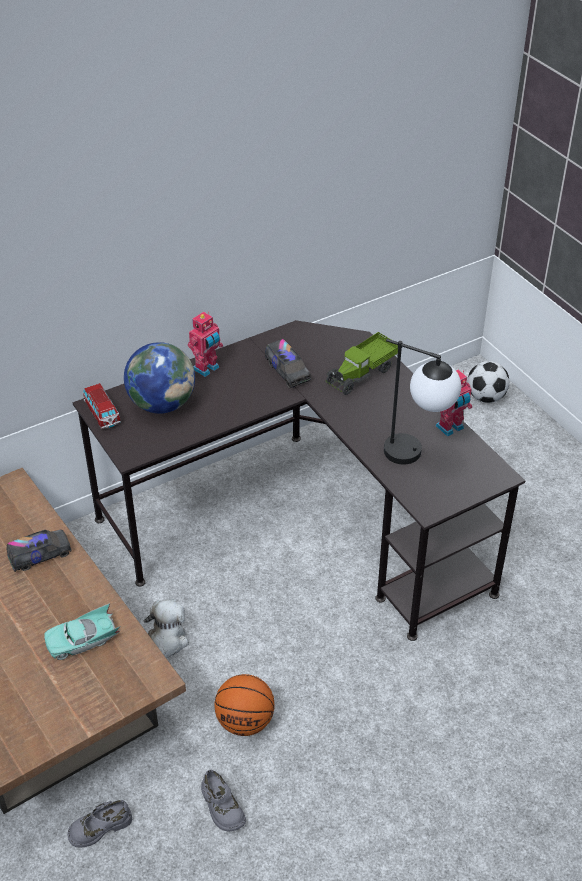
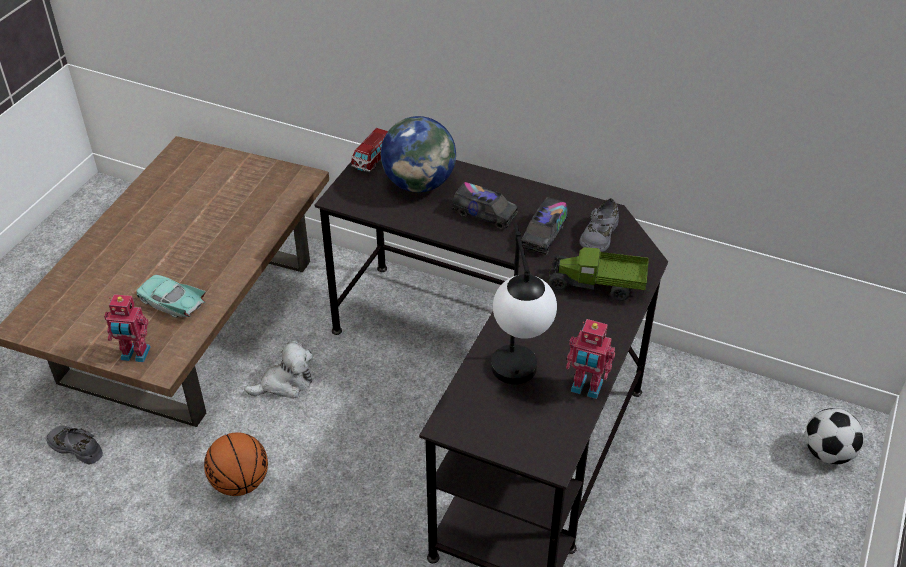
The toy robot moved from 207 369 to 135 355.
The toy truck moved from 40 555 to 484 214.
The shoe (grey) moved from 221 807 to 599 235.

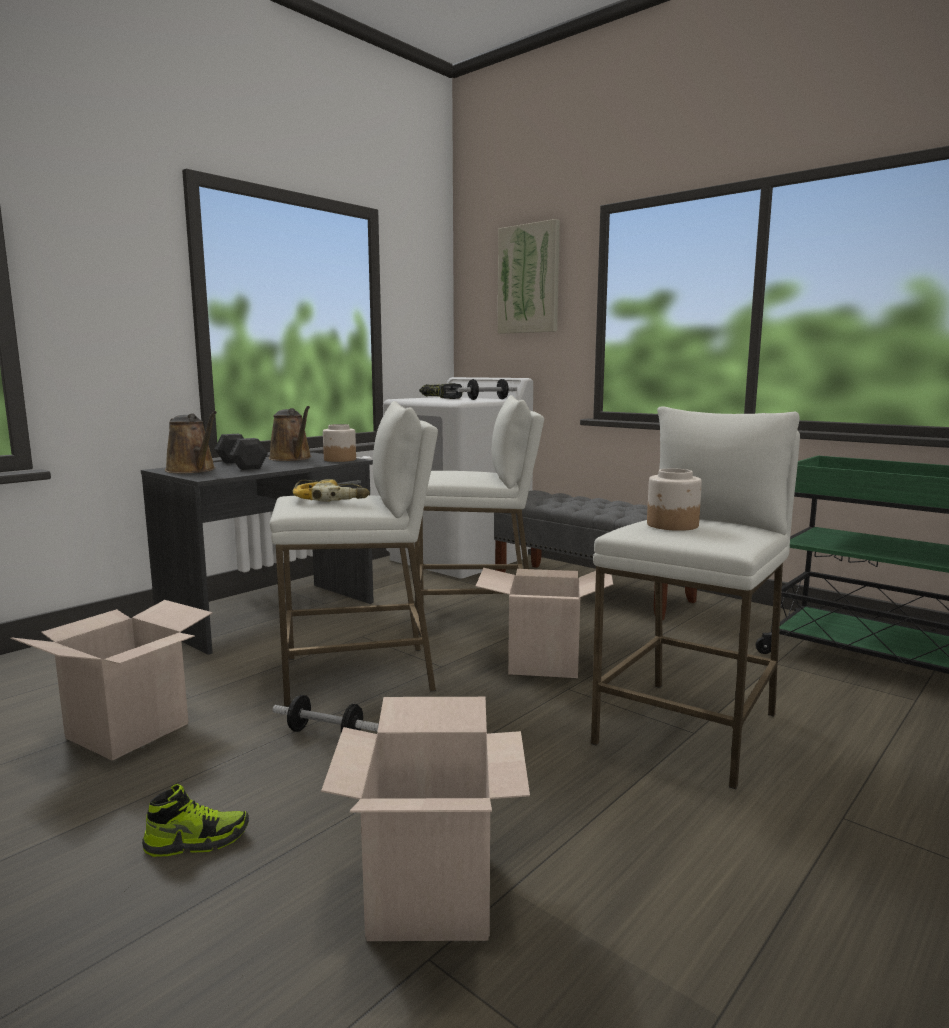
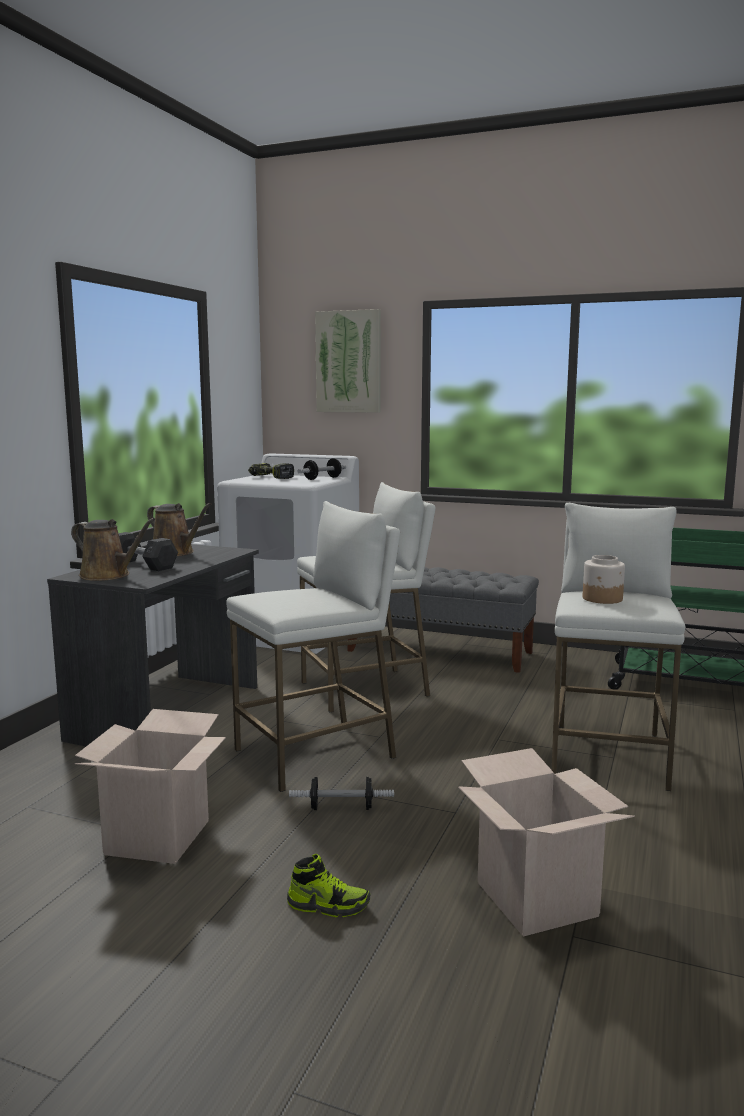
The shoe at 197 841 turned 45 degrees clockwise.
The power drill at 331 499 disappeared.
The jar at 339 459 disappeared.
The cardboard box at 543 663 disappeared.

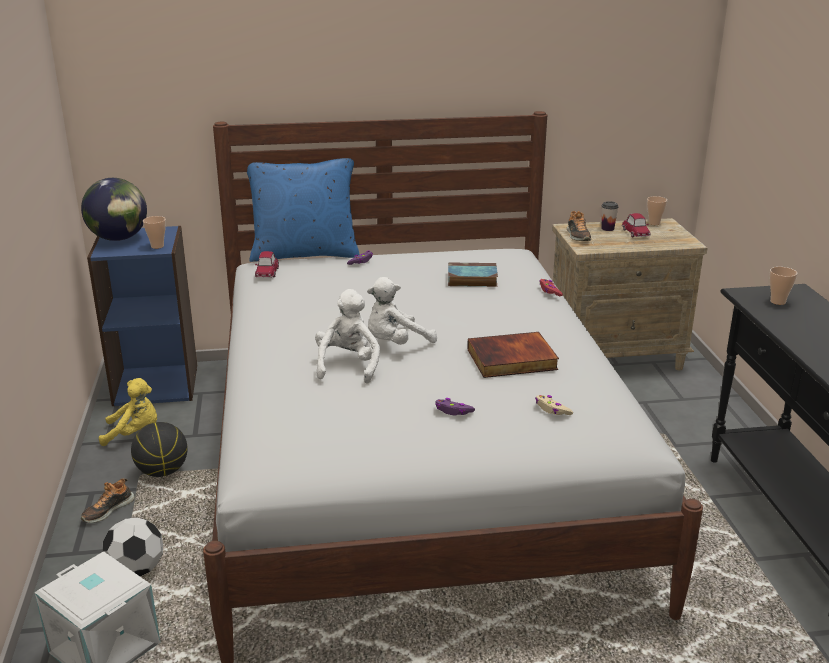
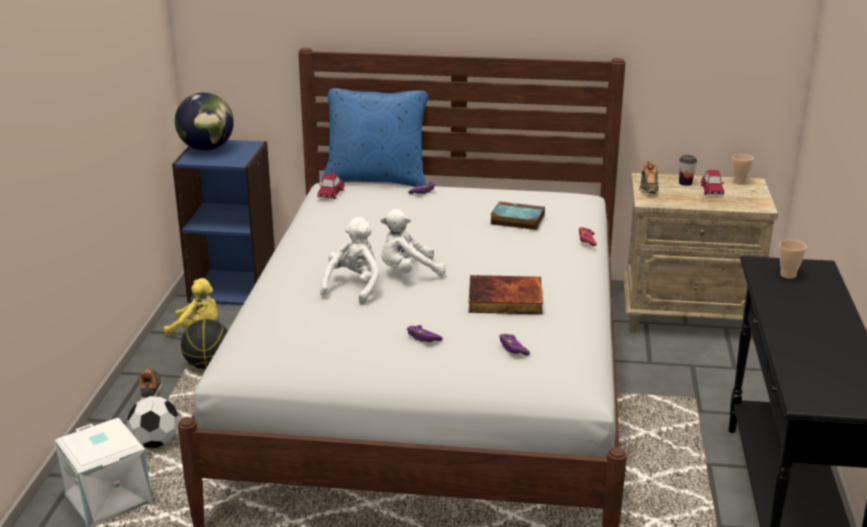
The shoe at 107 510 turned 120 degrees clockwise.
The game controller (beige) at 552 410 became the game controller (purple) at 513 349.
The cup at 157 246 disappeared.

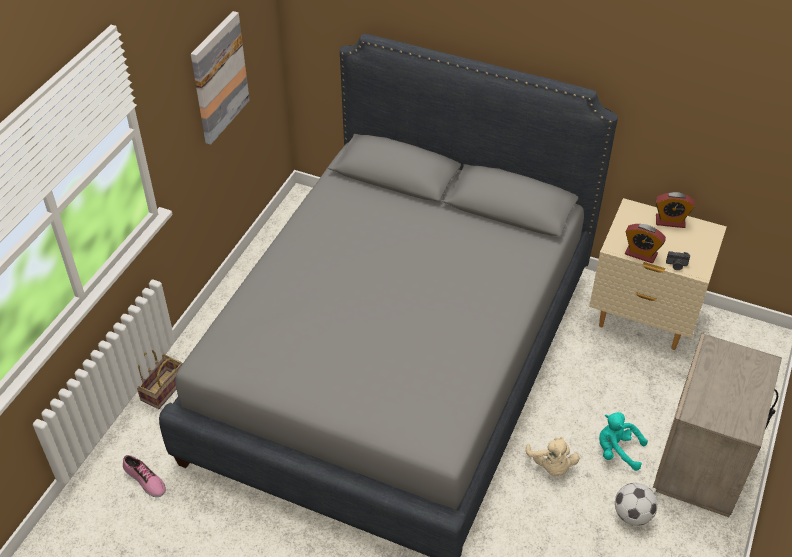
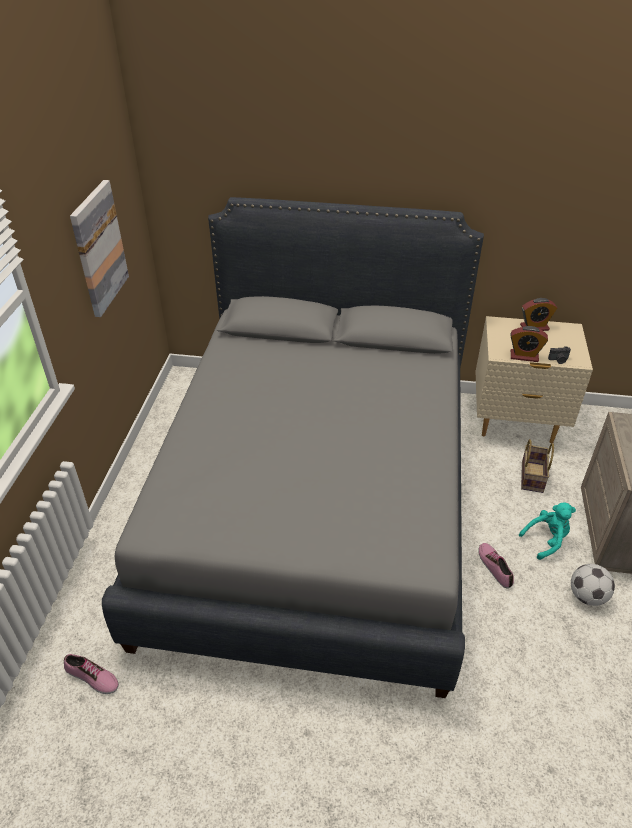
The plush toy (beige) at 551 466 was replaced by the shoe at 495 567.
The plush toy (turquoise) at 617 451 turned 150 degrees clockwise.
The basket moved from 163 388 to 531 476.

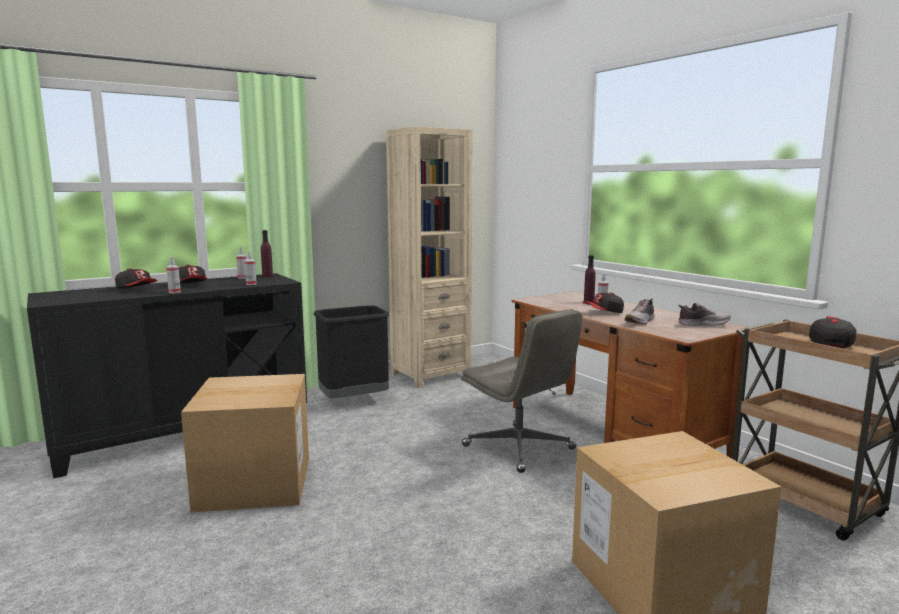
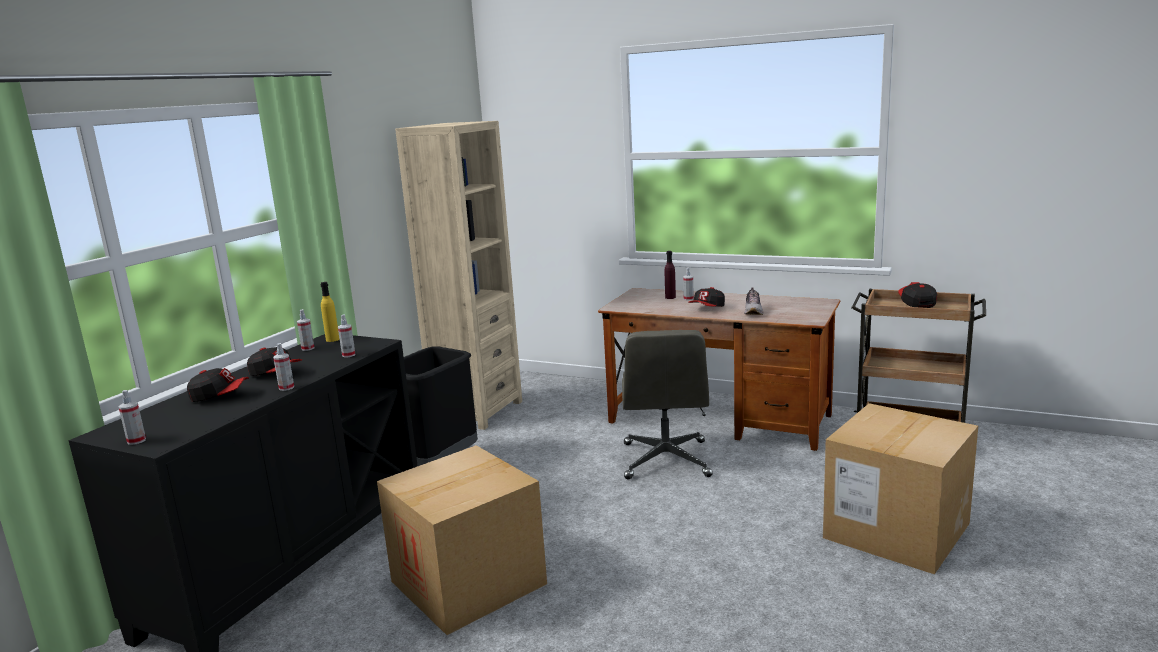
The spray bottle at 136 441 appeared.
The bottle (purple) at 267 276 became the bottle (yellow) at 332 339.
The office chair (grey) at 519 448 turned 75 degrees clockwise.
The shoe at 702 324 disappeared.

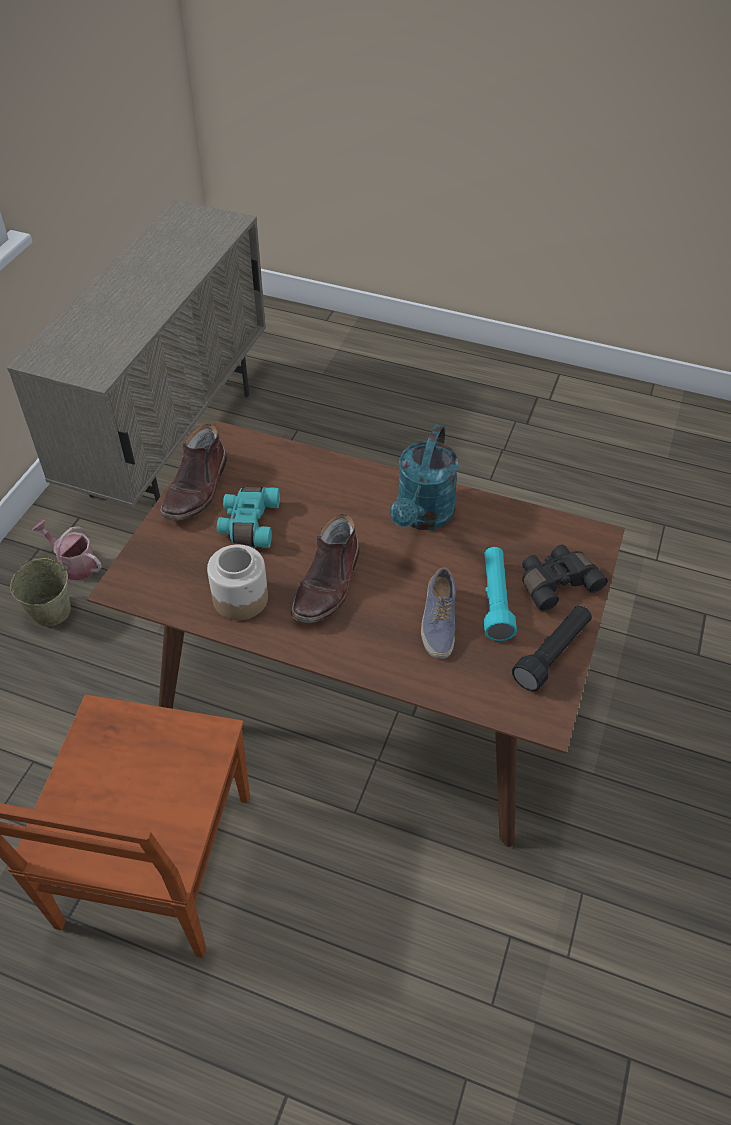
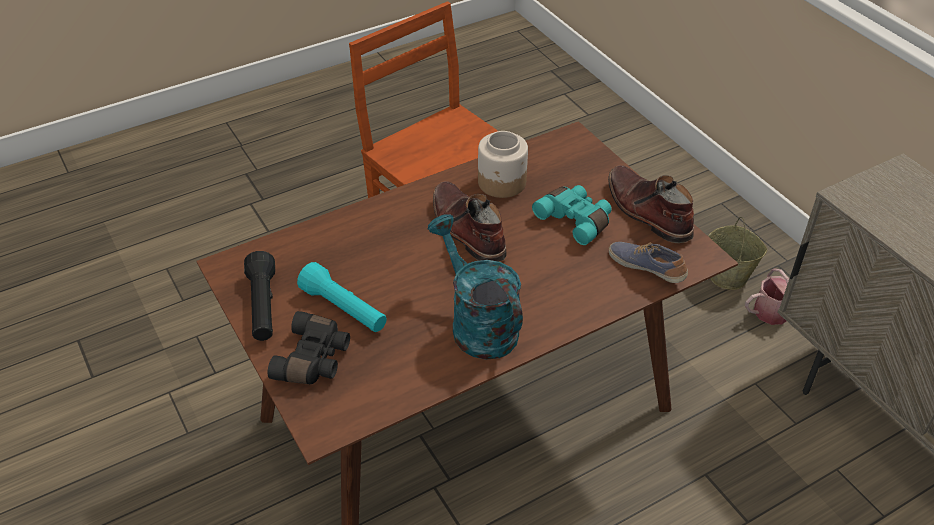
The shoe moved from 438 622 to 647 268.

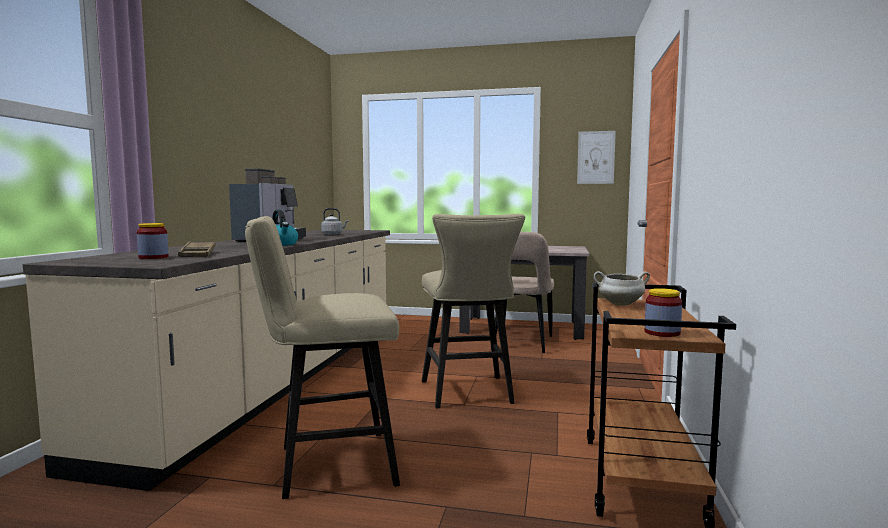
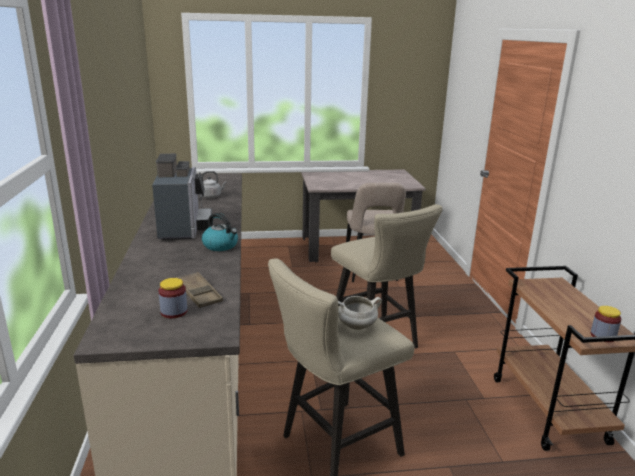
The cooking pot (white) moved from 620 304 to 356 326.
The picture at 596 157 disappeared.

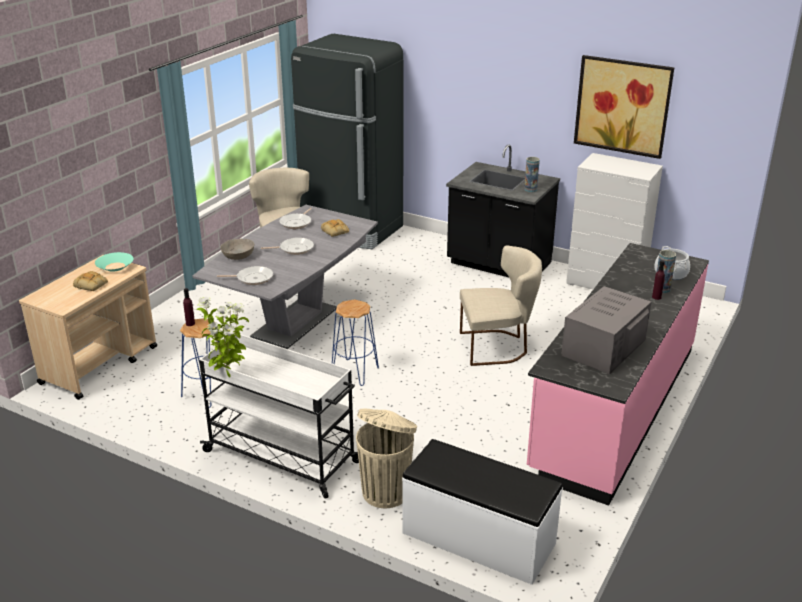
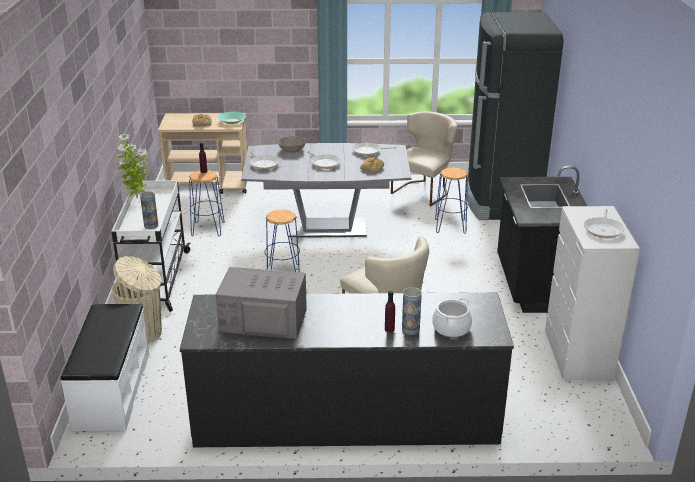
The vase moved from 530 189 to 151 225.
The counter (pink) at 614 407 became the counter (black) at 346 415.
The stool (blue) at 450 226 appeared.
The frying pan at 603 229 appeared.
The picture at 622 106 disappeared.

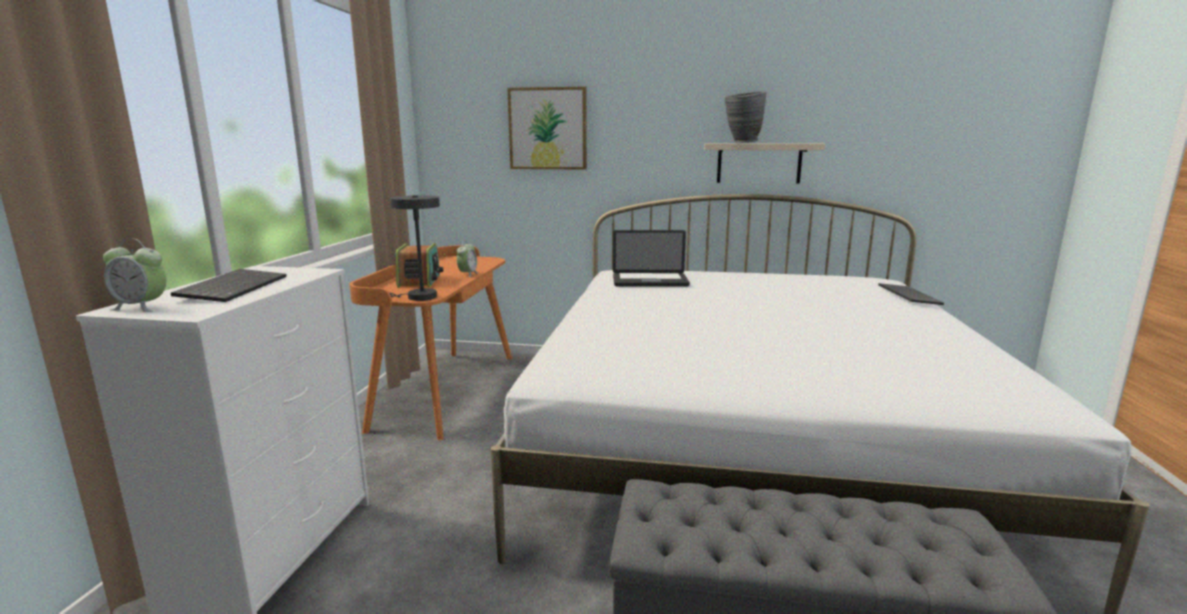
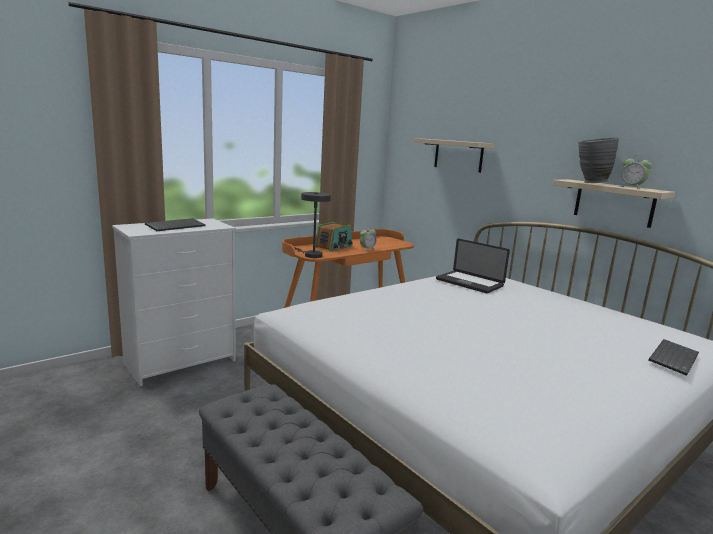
The picture at 548 129 was replaced by the shelf (beige) at 458 155.
The alarm clock moved from 141 307 to 632 187.

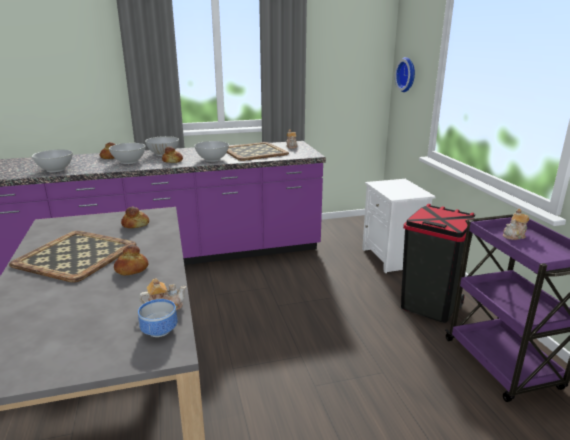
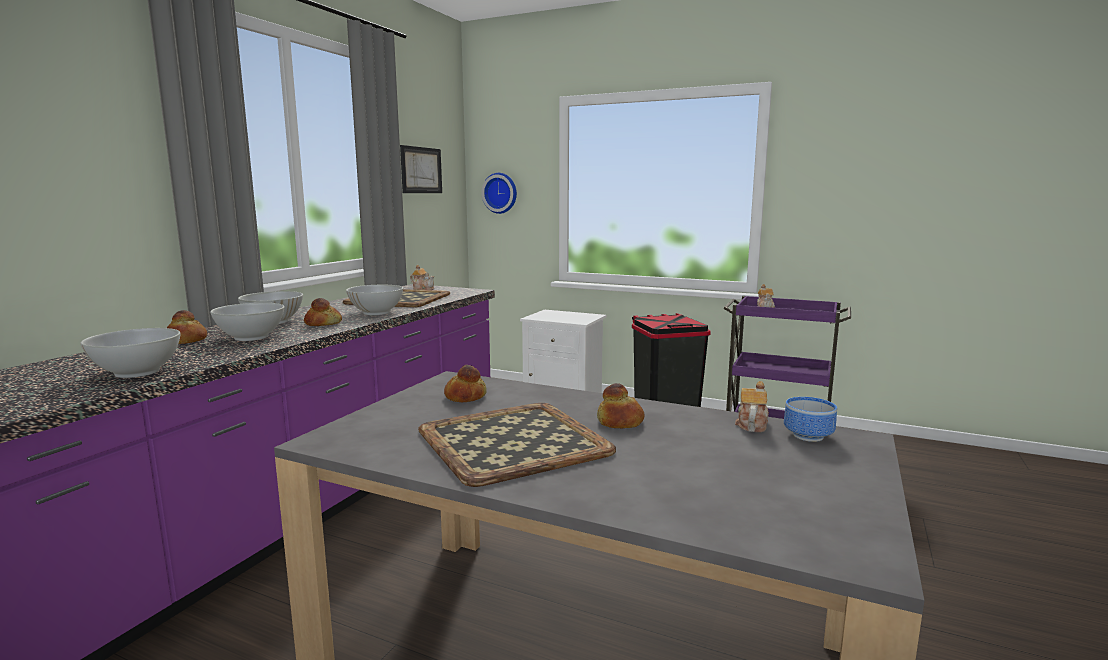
The picture at 421 170 appeared.

